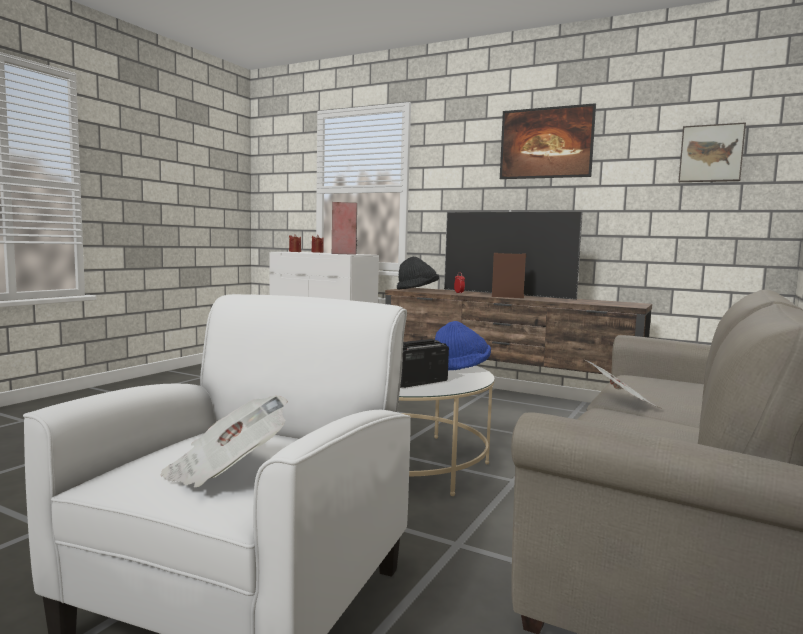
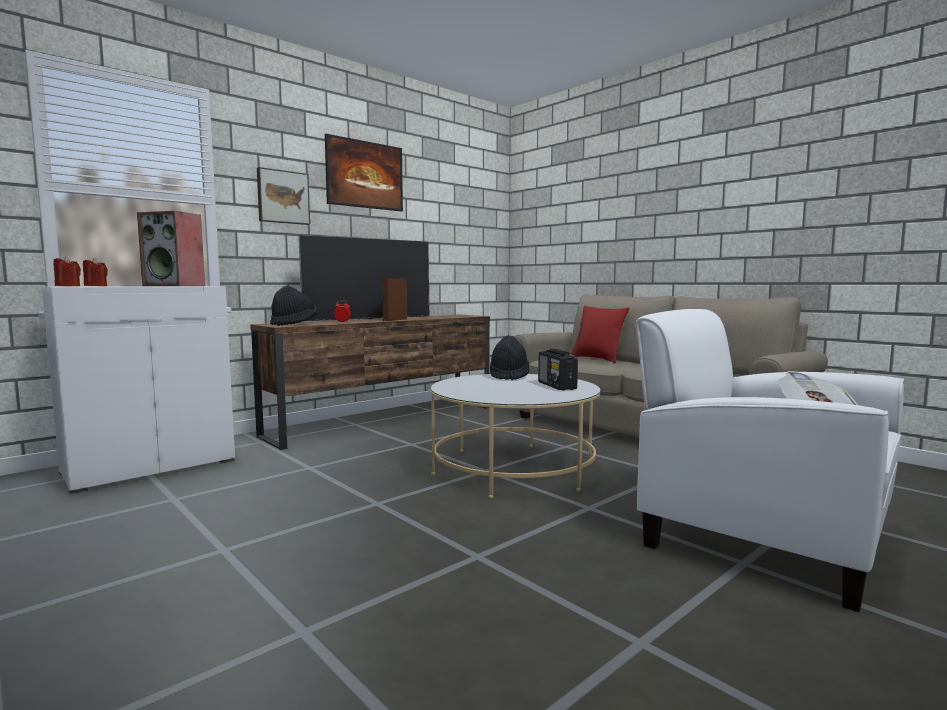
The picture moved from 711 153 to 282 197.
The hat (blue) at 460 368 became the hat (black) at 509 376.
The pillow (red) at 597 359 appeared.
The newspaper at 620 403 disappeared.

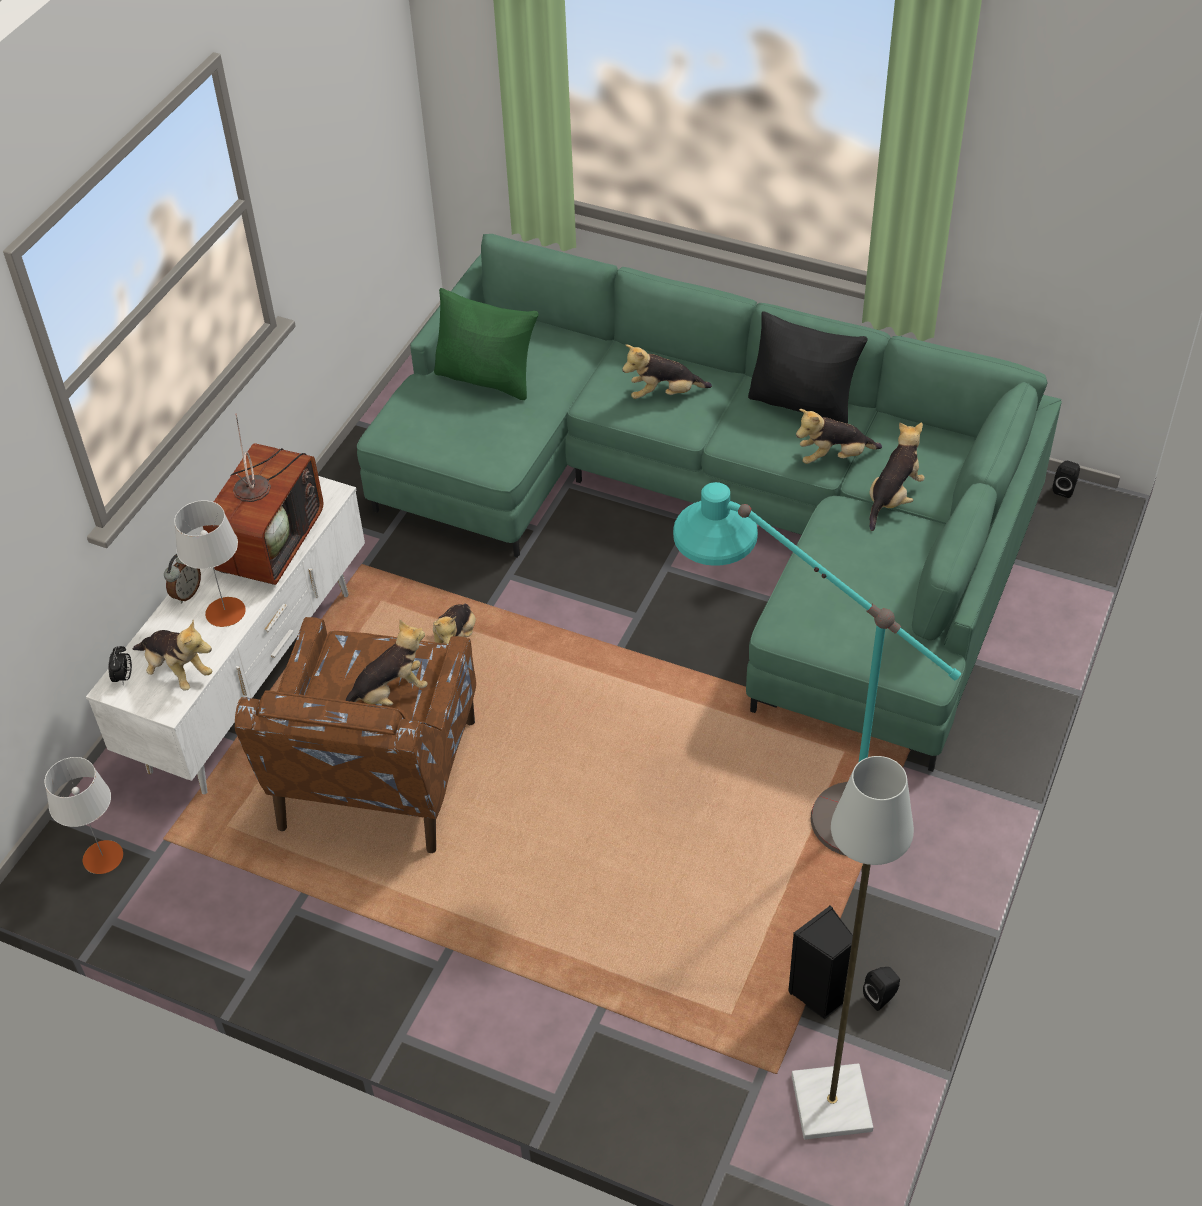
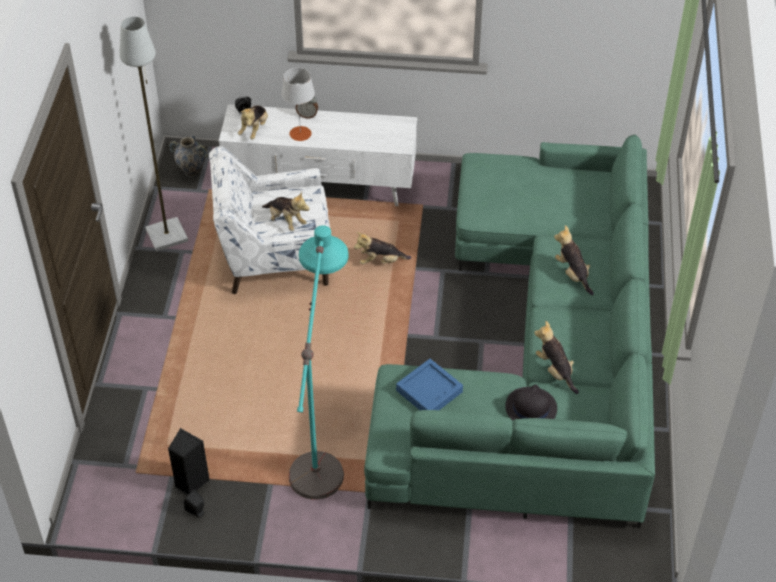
The floor lamp (grey) moved from 829 1102 to 167 234.
The table lamp (grey) at 103 857 was replaced by the vase at 191 172.
The armchair (brown) at 376 778 became the armchair (white) at 274 257.
The tray (blue) at 429 391 appeared.
The plush toy at 893 498 was replaced by the hat (black) at 530 408.
The television at 269 541 disappeared.
The pillow (green) at 487 378 disappeared.
The pillow (black) at 803 403 disappeared.
The speaker (black) at 1064 489 disappeared.

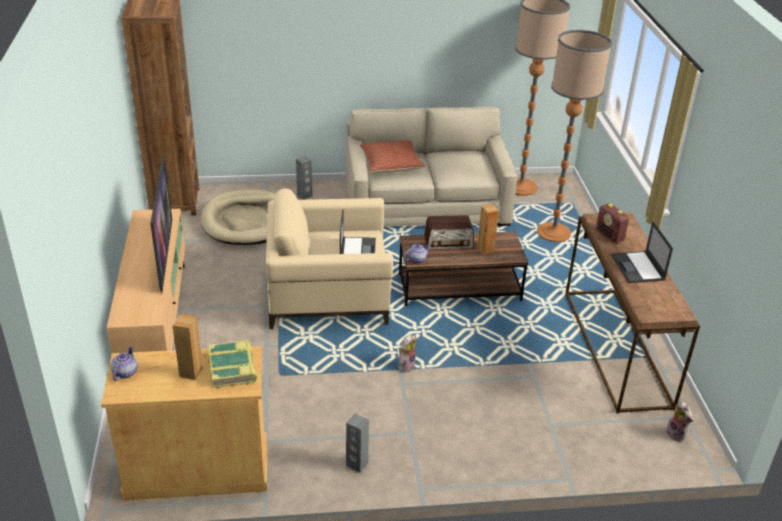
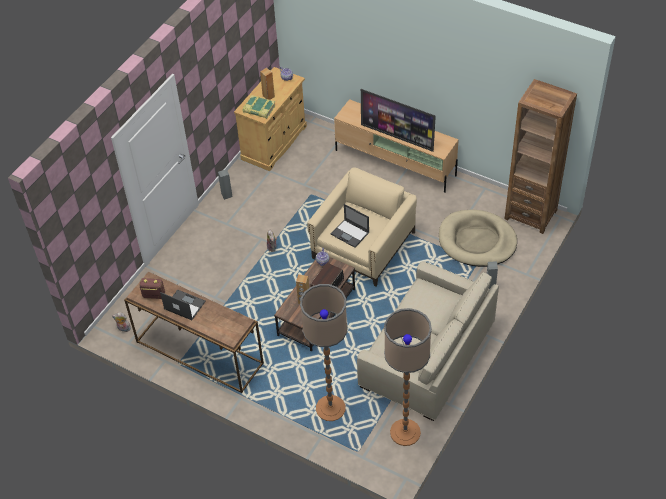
The radio moved from 610 236 to 153 295.
The pillow at 391 164 disappeared.

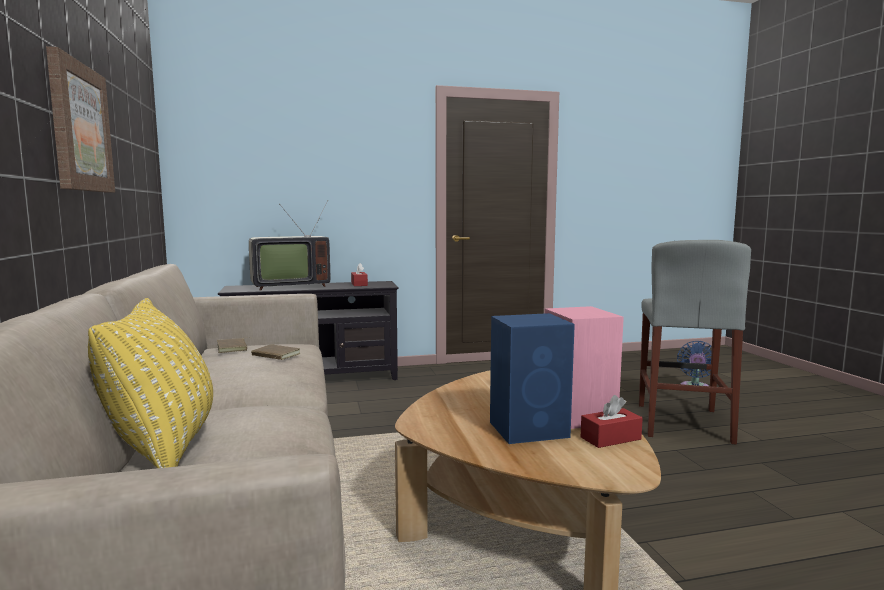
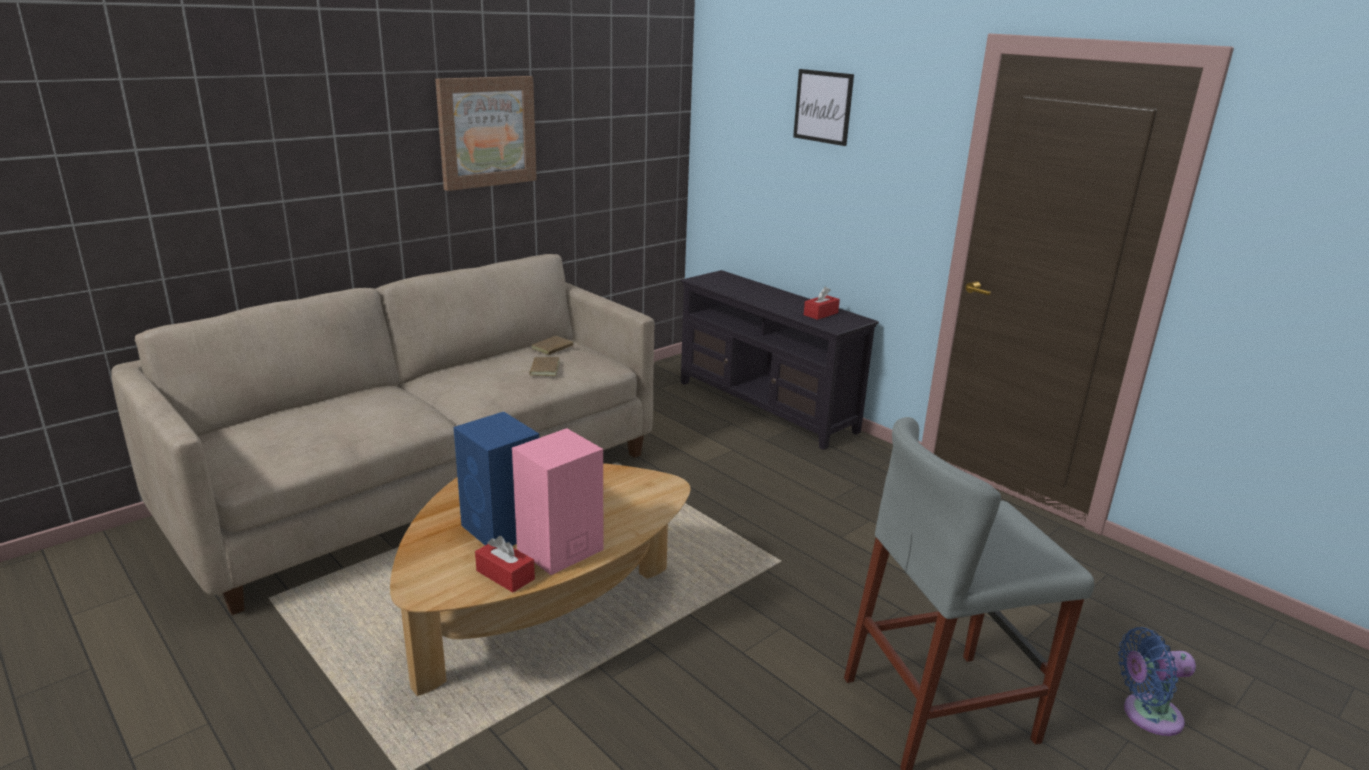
The picture at 823 107 appeared.
The pillow (yellow) at 164 448 disappeared.
The television at 288 286 disappeared.

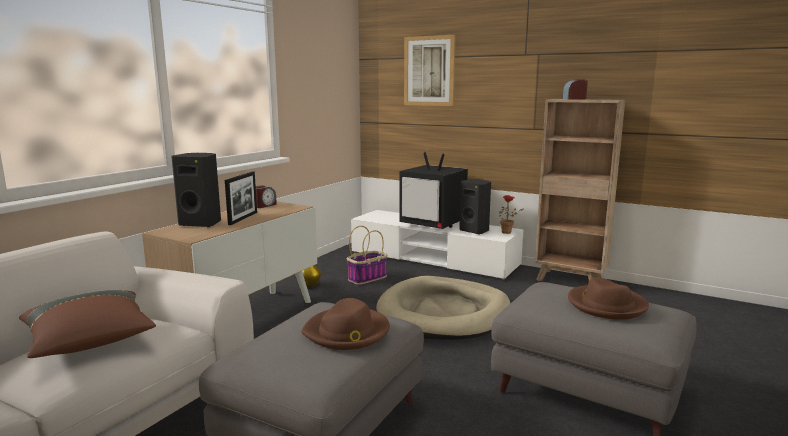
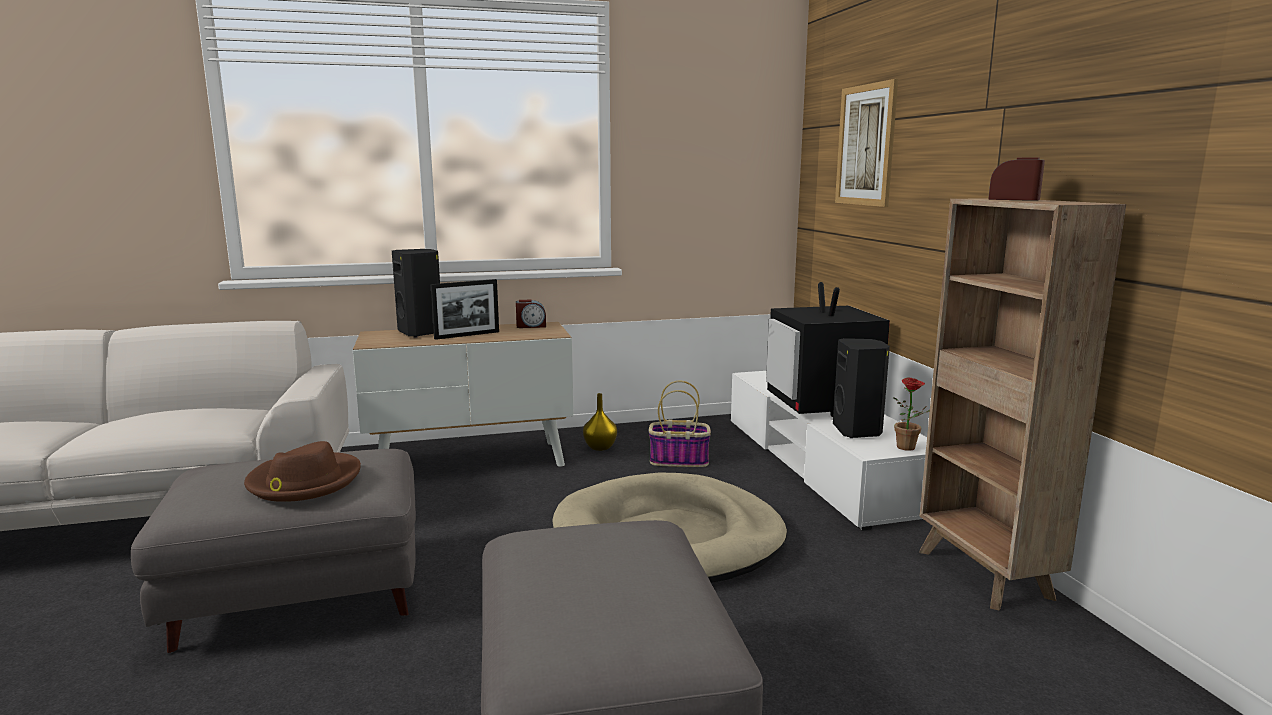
The pillow (brown) at 90 342 disappeared.
The hat (brown) at 606 305 disappeared.

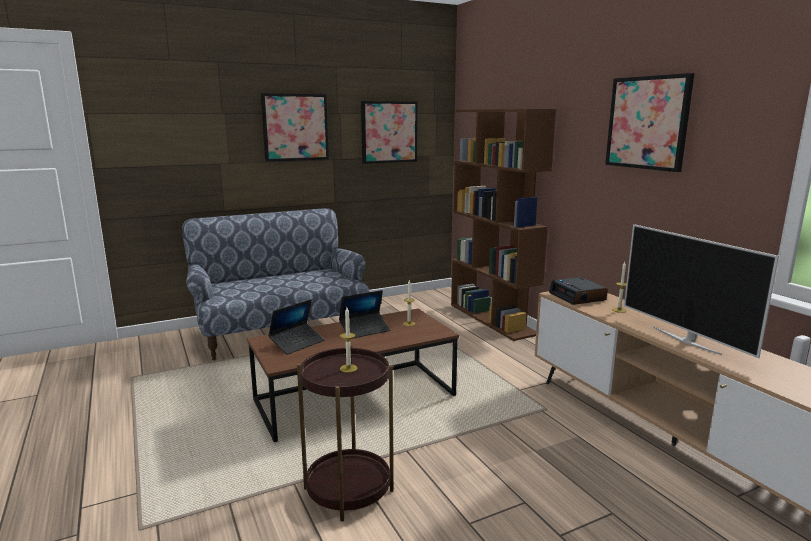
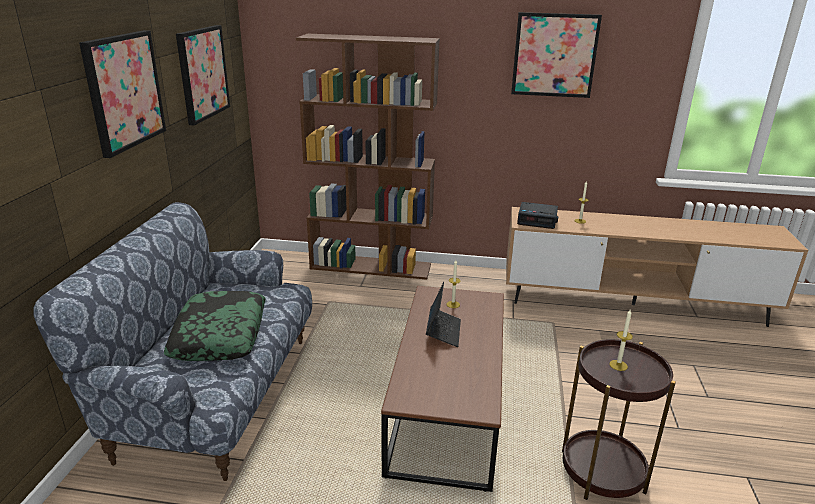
The pillow at 219 335 appeared.
The laptop at 297 343 disappeared.
The television at 686 340 disappeared.

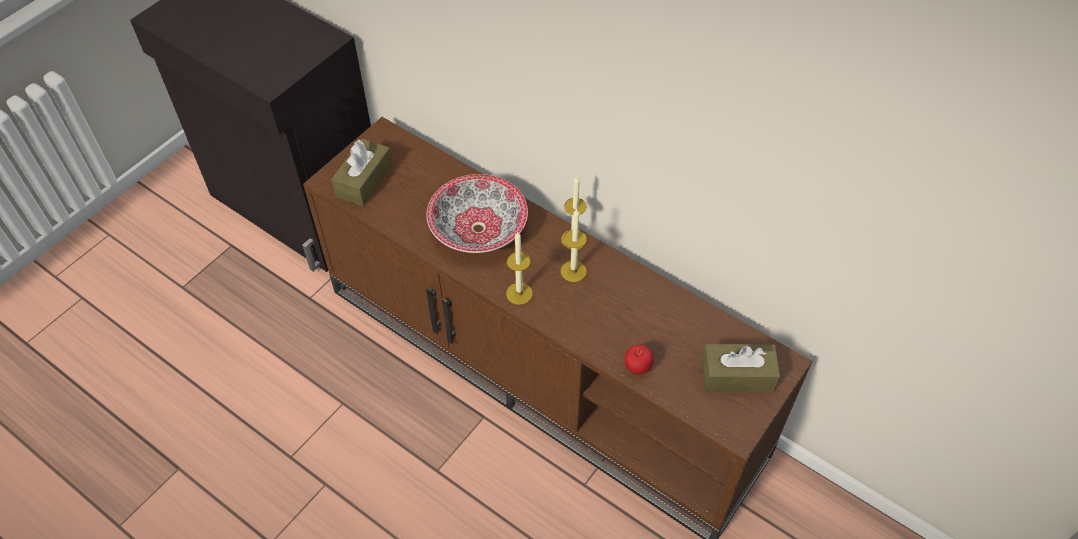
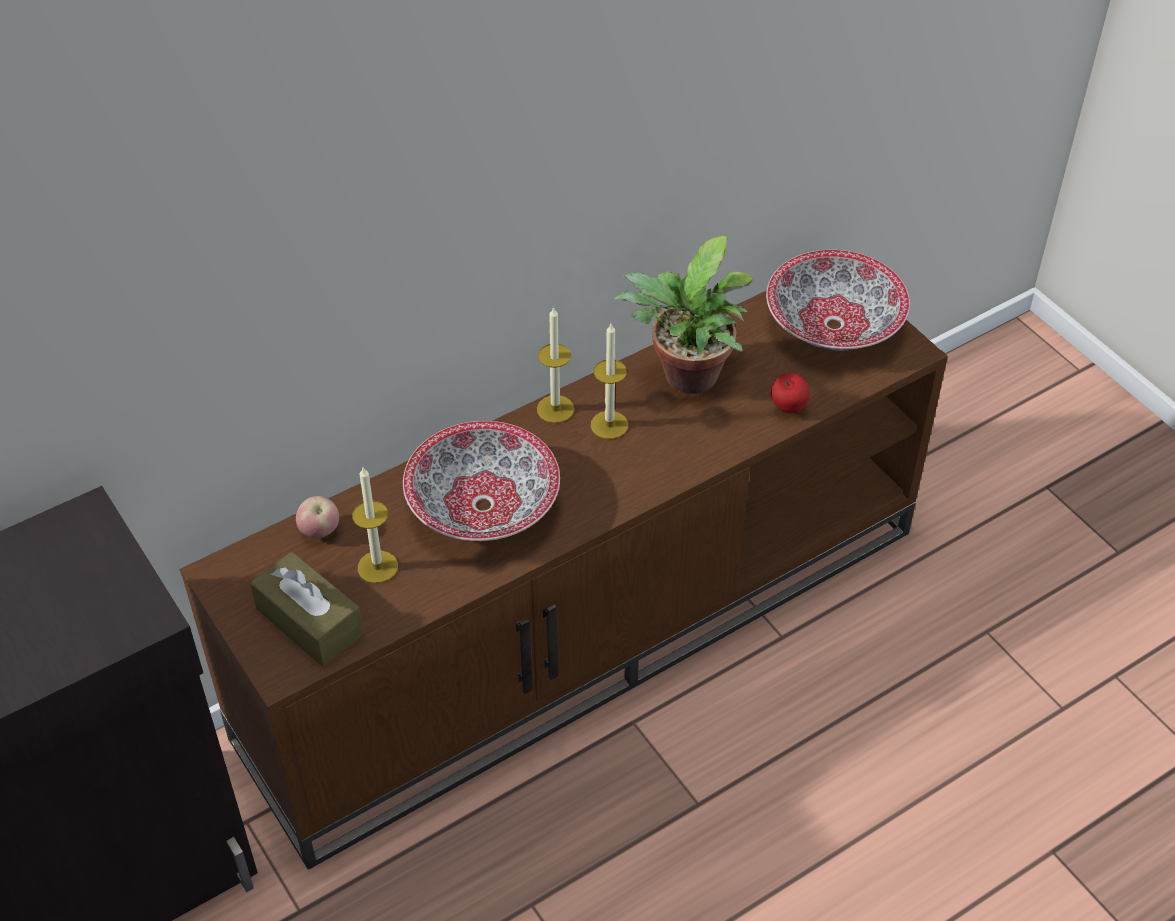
The apple at 320 531 appeared.
The candle moved from 519 293 to 377 567.
The potted plant at 686 379 appeared.
The tissue box (brown) at 737 375 was replaced by the bowl at 833 324.

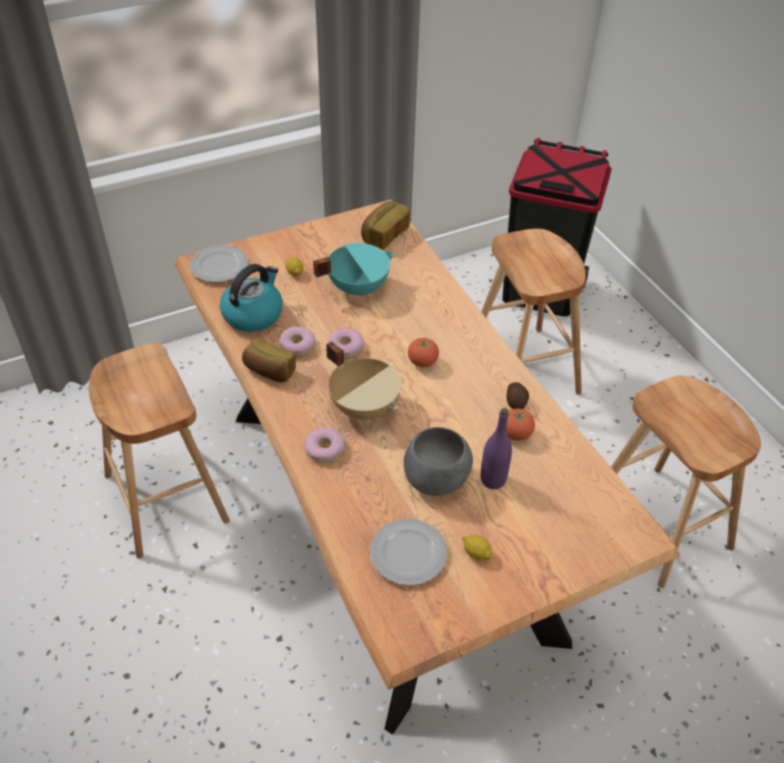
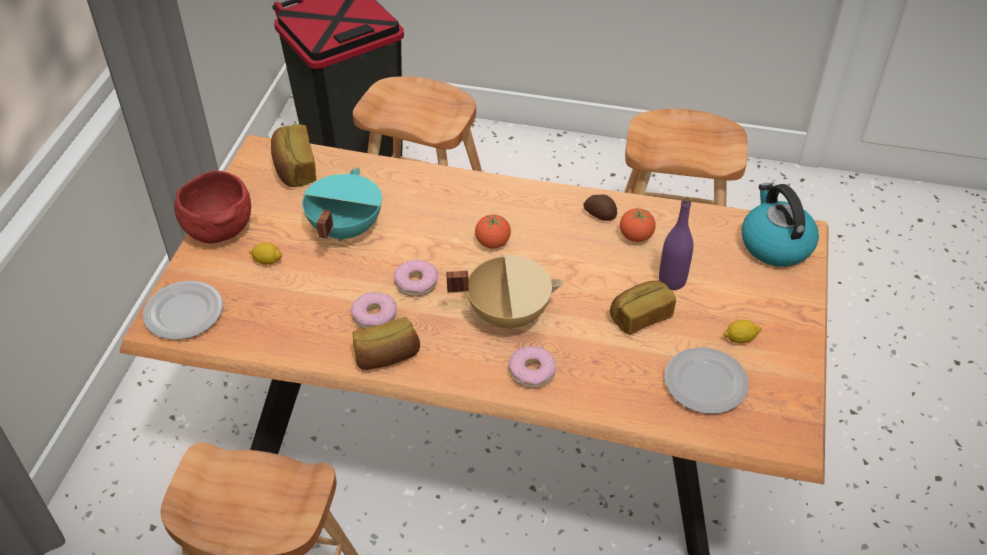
The bowl (red) at 218 229 appeared.
The bowl (grey) at 437 480 was replaced by the bread at 640 316.
The kettle moved from 253 314 to 775 244.

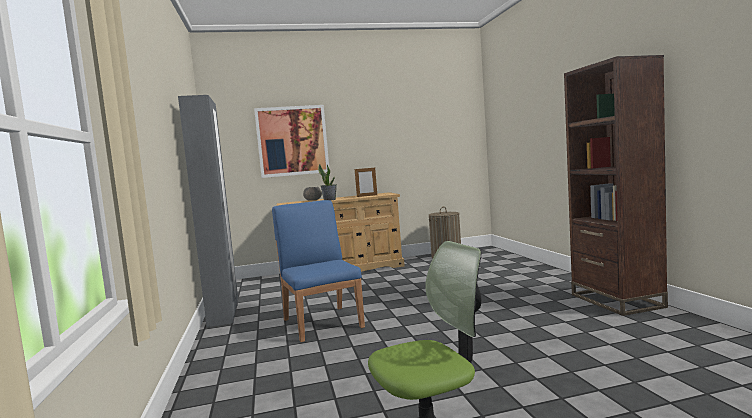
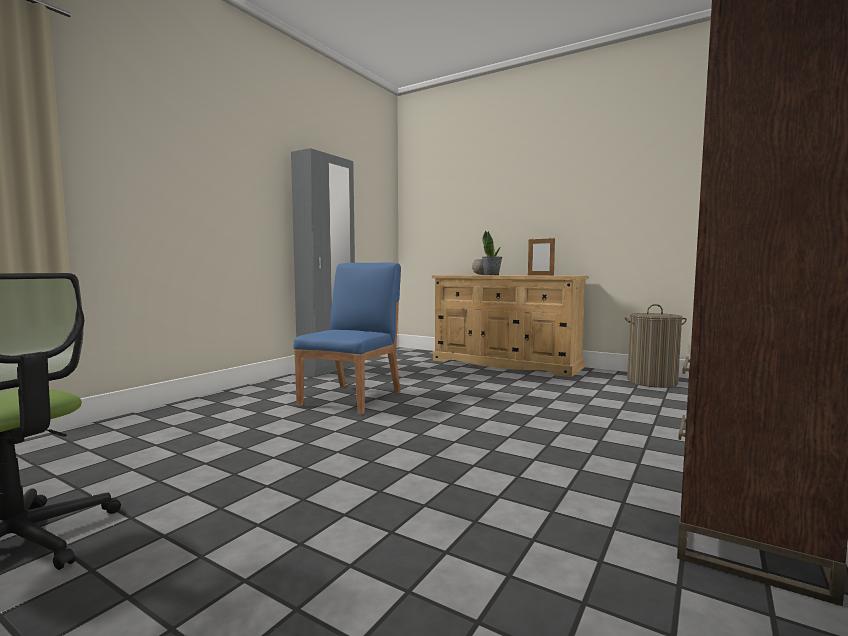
The picture at 292 141 disappeared.

